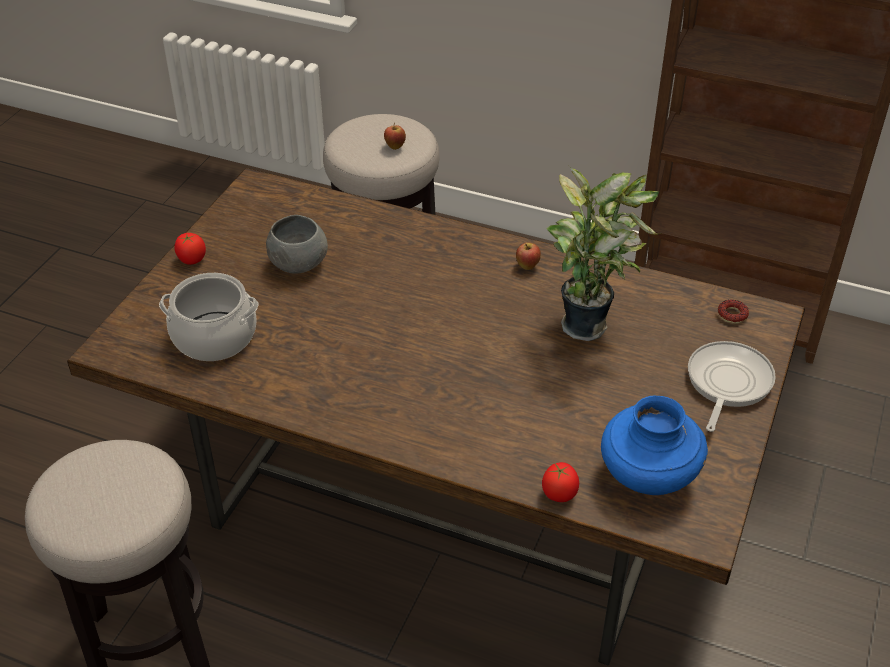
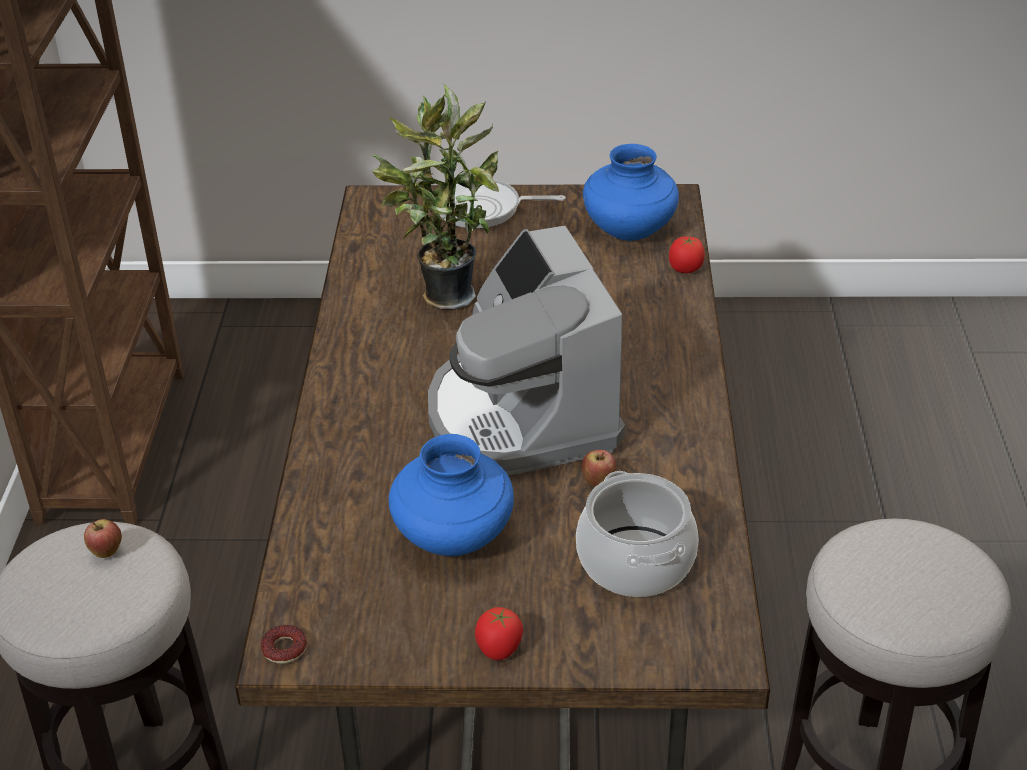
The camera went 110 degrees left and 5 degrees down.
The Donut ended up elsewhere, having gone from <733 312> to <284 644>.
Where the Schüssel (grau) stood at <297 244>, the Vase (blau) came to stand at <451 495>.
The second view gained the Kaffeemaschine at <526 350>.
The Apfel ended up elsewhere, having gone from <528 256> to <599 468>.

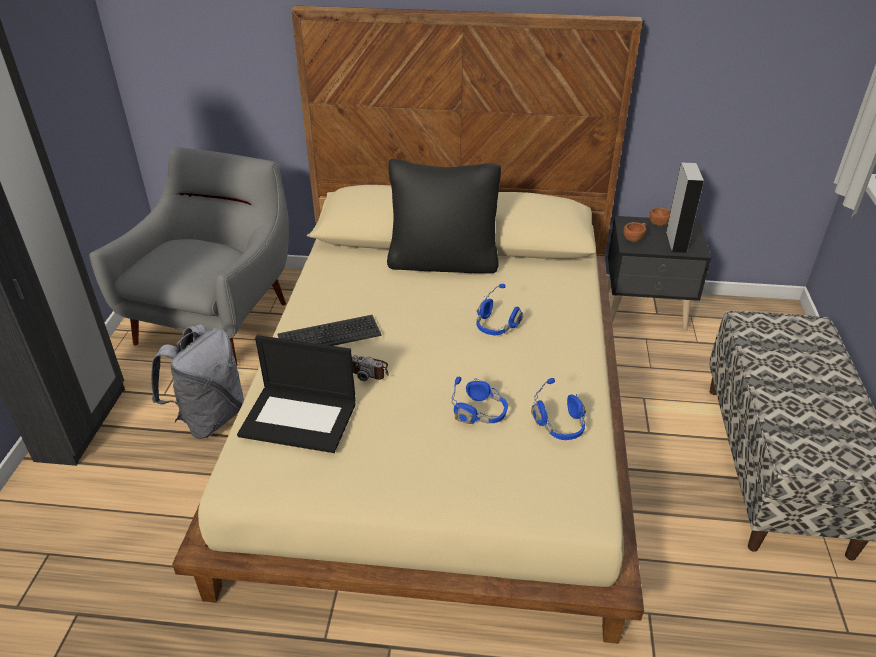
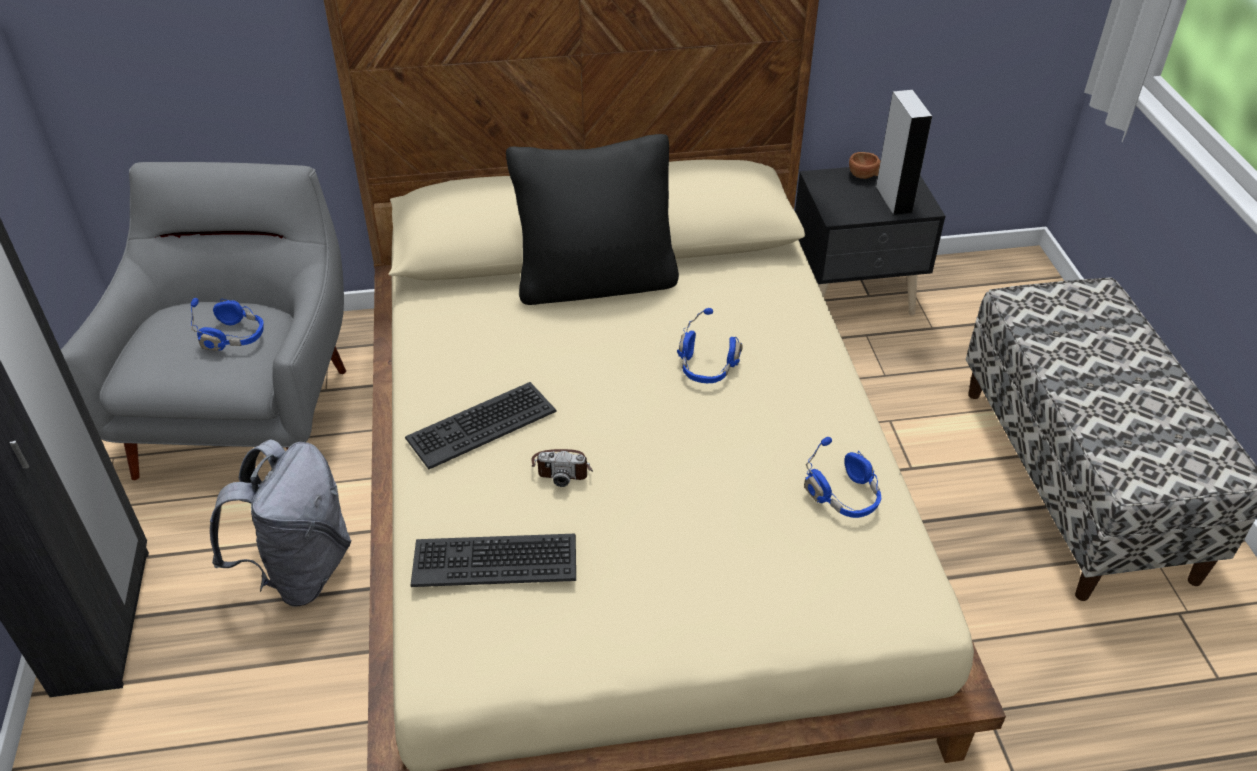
The camera went 15 degrees left and 5 degrees up.
The Kopfhörer (blau) ended up elsewhere, having gone from <479 400> to <227 324>.
Where the Laptop stood at <296 394>, the Tastatur came to stand at <493 560>.
The second view lost the Tasse (braun) at <634 232>.

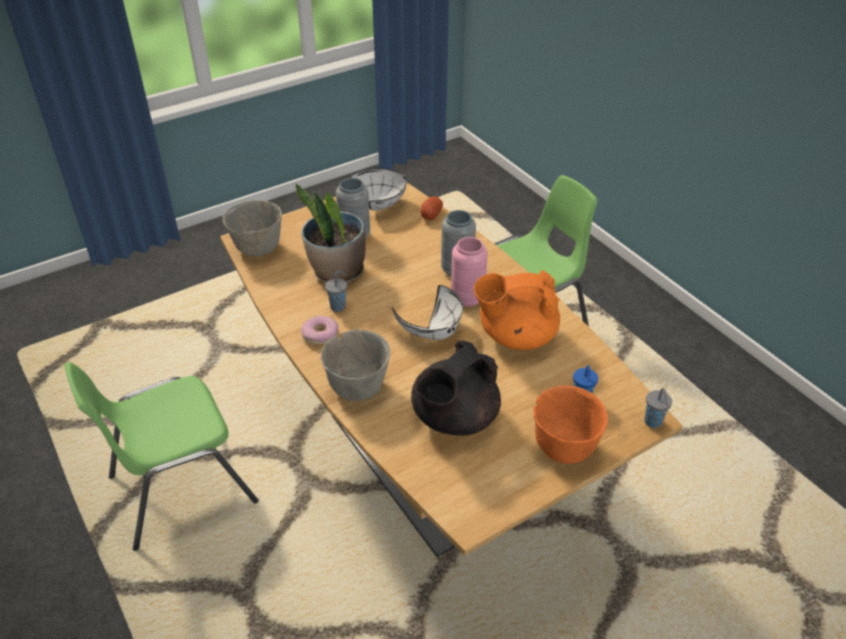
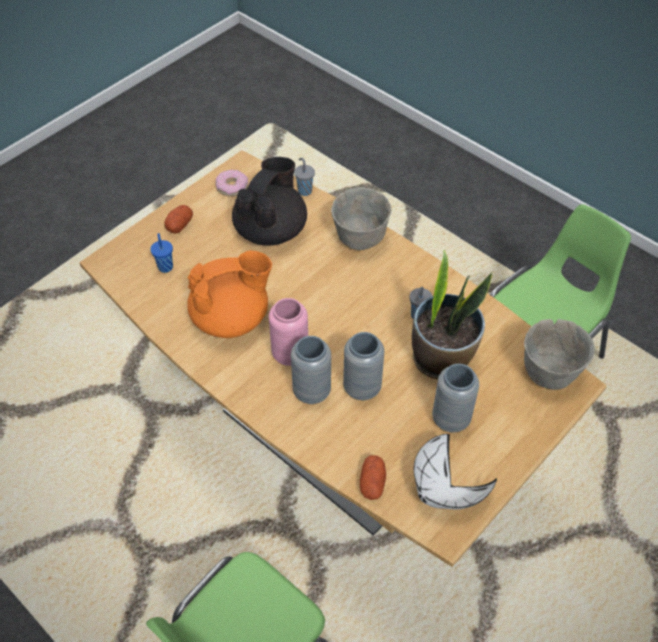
The camera went 165 degrees right and 10 degrees up.
Where the Schüssel (orange) stood at <570 425>, the Kartoffel came to stand at <178 219>.
The Donut ended up elsewhere, having gone from <320 331> to <232 183>.
The Tasse (grau) ended up elsewhere, having gone from <658 408> to <304 177>.
The second view gained the Vase (grau) at <363 366>.
The second view lost the Schüssel (weiß) at <427 312>.

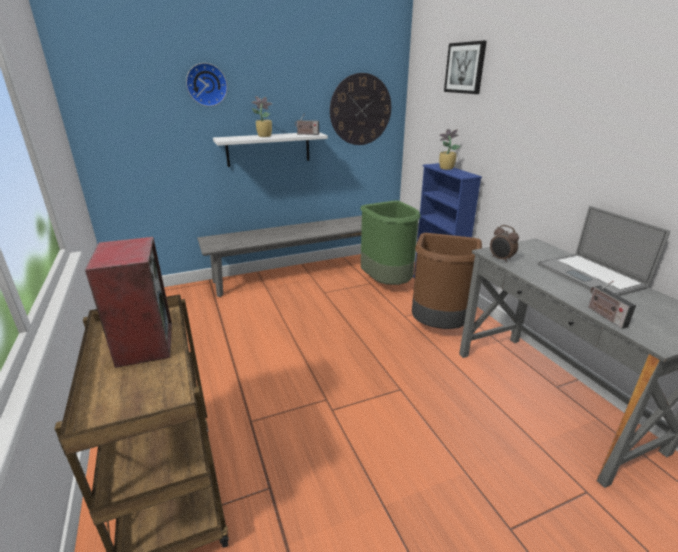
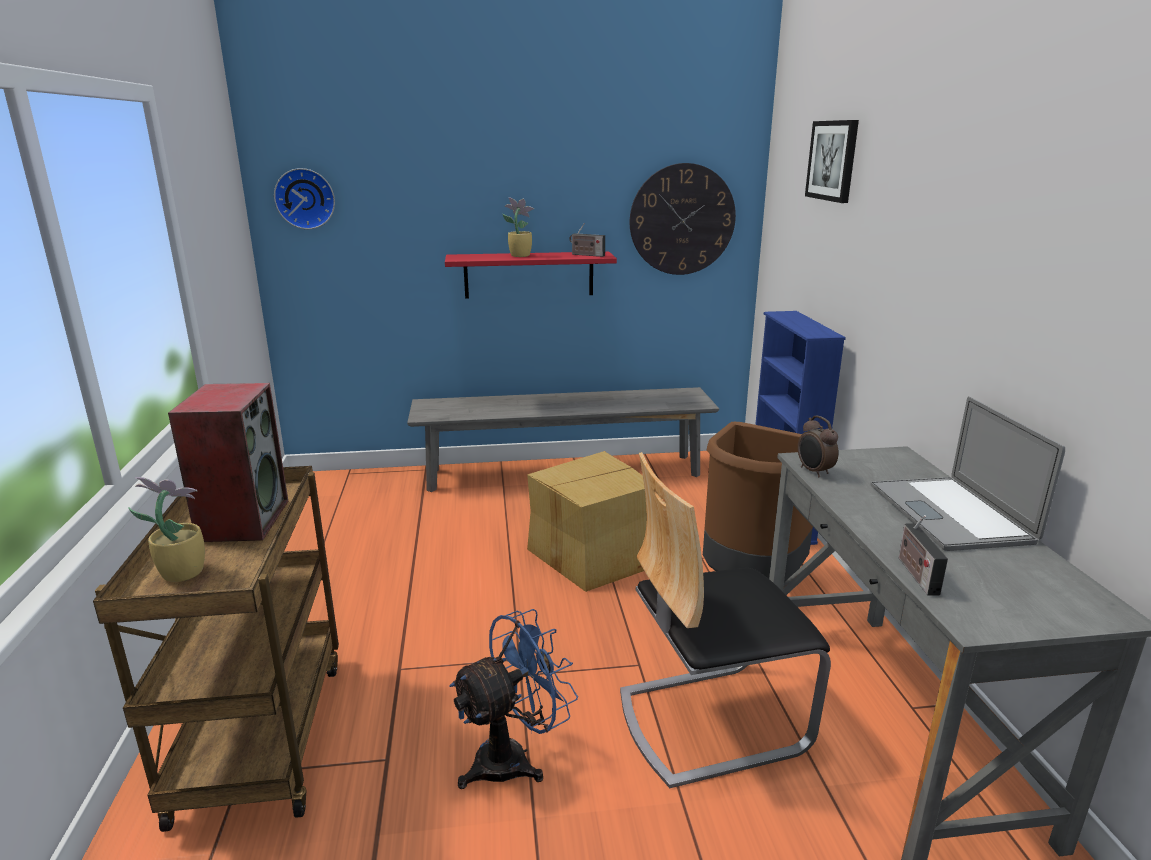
The camera went 15 degrees right and 5 degrees down.
The Topfpflanze ended up elsewhere, having gone from <450 149> to <166 529>.
The Wanduhr ended up elsewhere, having gone from <207 85> to <304 198>.
What was the Wandregal (weiß) at <270 149> turned into the Wandregal (rot) at <531 275>.
The second view gained the Ventilator (blau) at <513 699>.
The second view gained the Karton at <587 521>.
The second view gained the Stuhl at <725 620>.
The second view lost the Mülleimer (grün) at <390 242>.

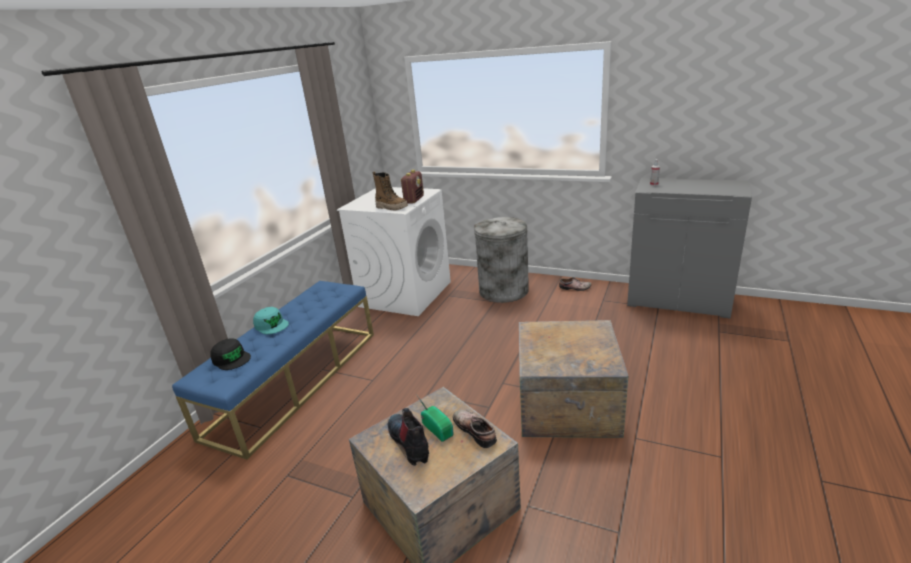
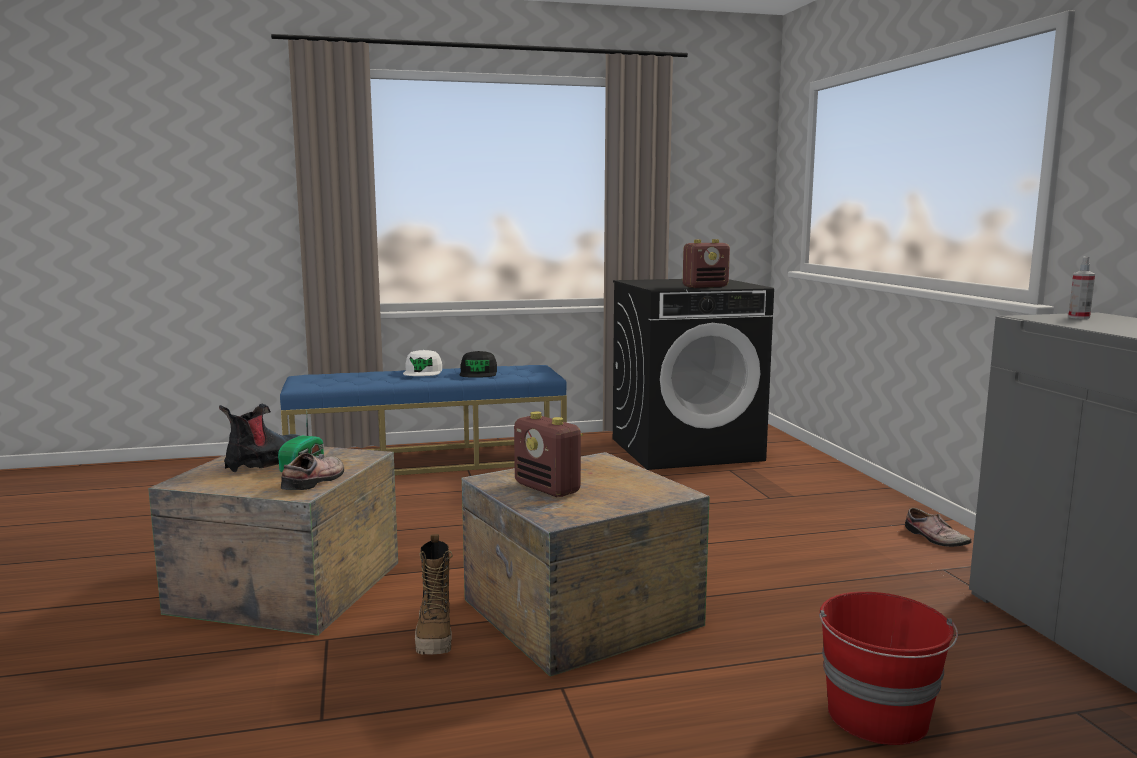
The camera went 50 degrees right and 15 degrees down.
What was the Kappe (türkis) at <271 320> turned into the Kappe (weiß) at <422 363>.
The Stiefel ended up elsewhere, having gone from <390 190> to <434 594>.
The Kappe (schwarz) ended up elsewhere, having gone from <230 354> to <478 364>.
The second view gained the Radio at <548 454>.
What was the Waschmaschine (weiß) at <394 251> turned into the Waschmaschine (schwarz) at <693 374>.
The second view gained the Eimer (rot) at <888 668>.
The second view lost the Mülleimer (grau) at <501 260>.

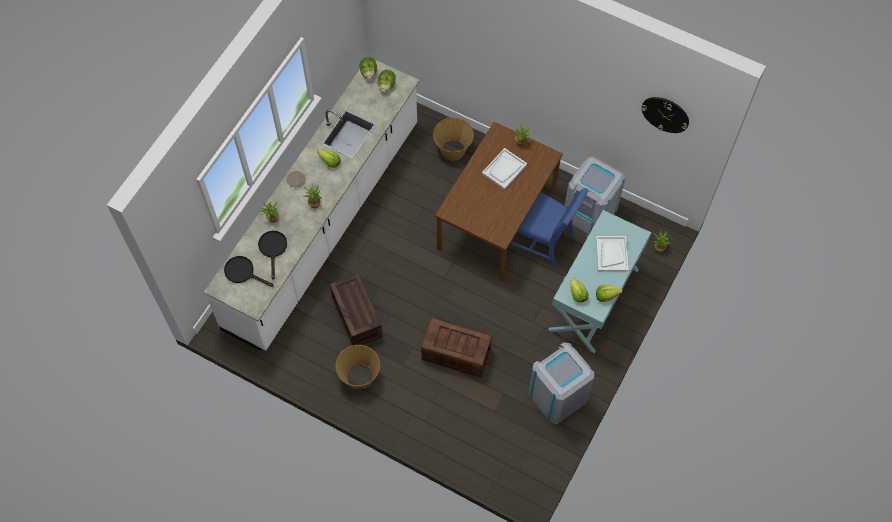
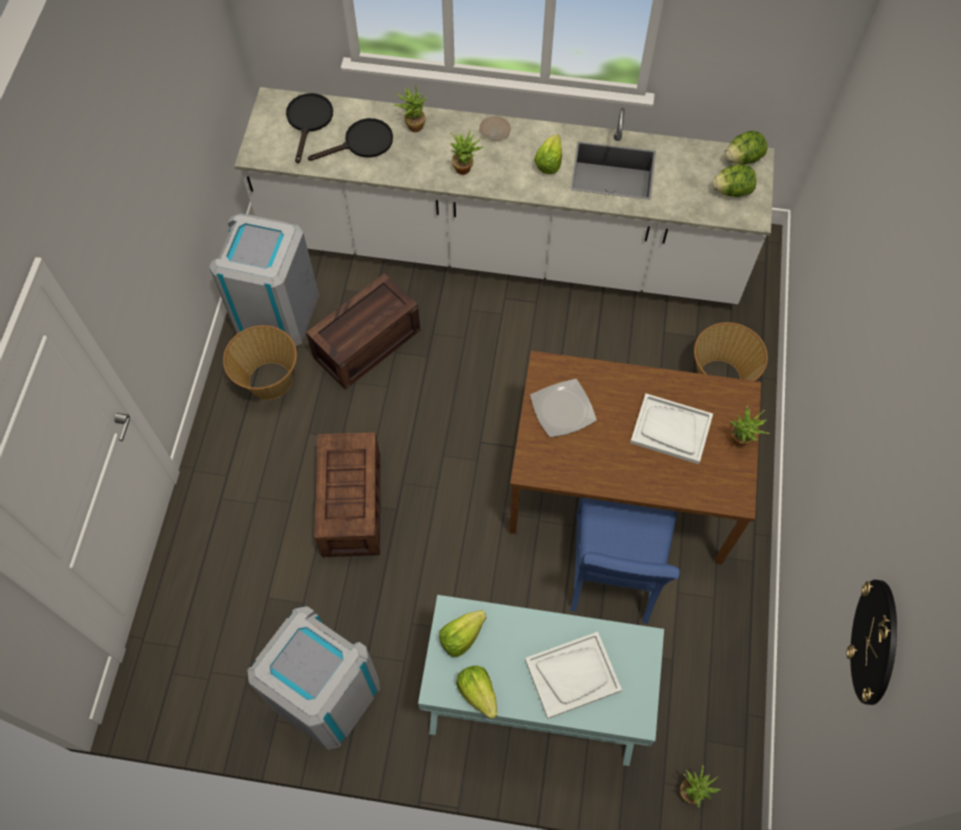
The camera went 70 degrees right and 0 degrees up.
The Mülleimer (grau) ended up elsewhere, having gone from <595 195> to <264 279>.
The second view gained the Teller at <563 408>.

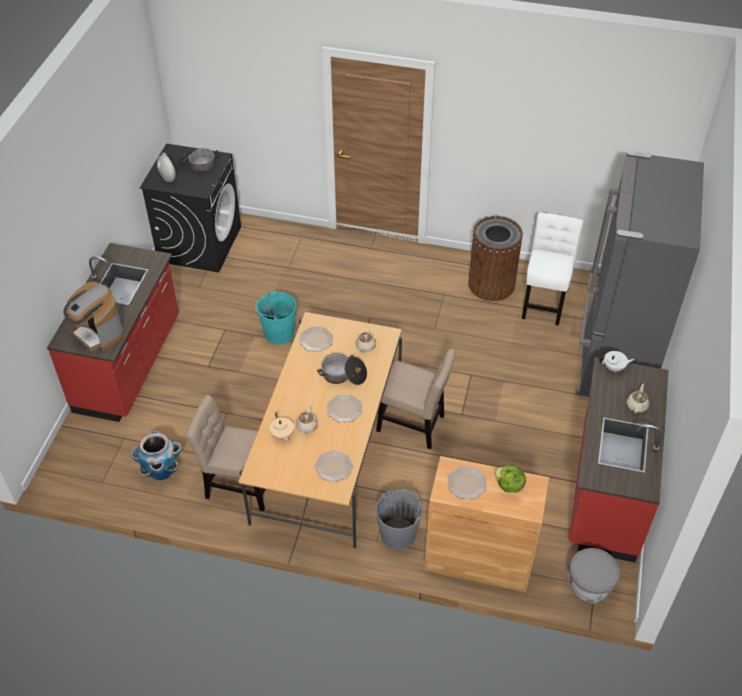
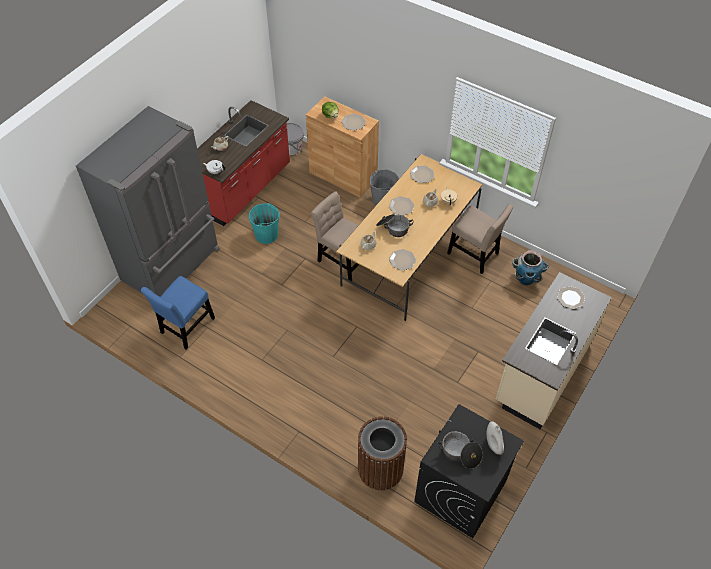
The camera went 160 degrees left and 5 degrees up.
What was the Stuhl (weiß) at <553 269> turned into the Stuhl (blau) at <178 313>.
The Eimer (türkis) ended up elsewhere, having gone from <275 318> to <264 223>.
The Mülleimer (braun) ended up elsewhere, having gone from <495 258> to <382 453>.
What was the Küchenzeile (rot) at <113 332> turned into the Küchenzeile (beige) at <554 350>.
Where the Kaffeemaschine stood at <93 316>, the Teller came to stand at <571 297>.

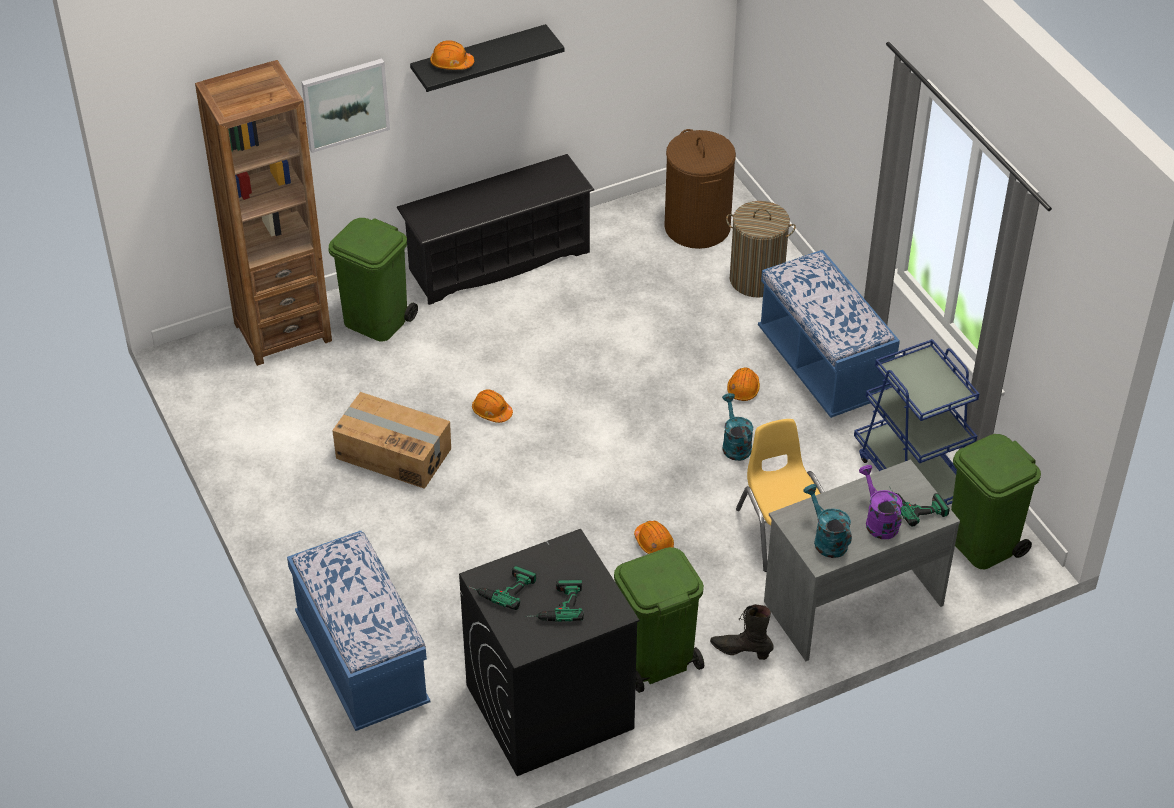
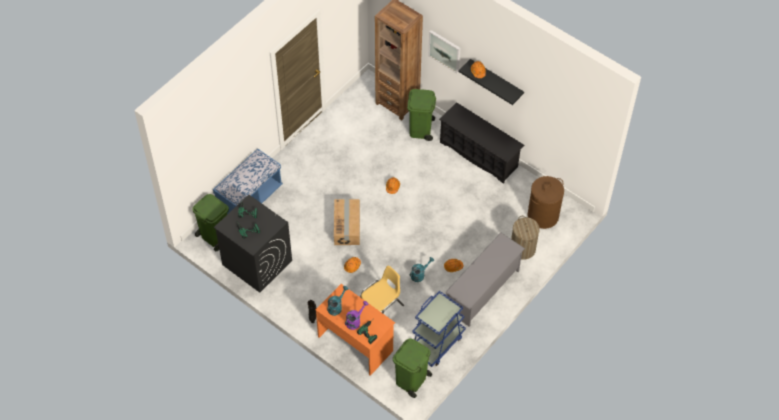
The camera went 65 degrees right and 10 degrees up.
The Mülleimer (grün) ended up elsewhere, having gone from <659 620> to <211 222>.
What was the Schreibtisch (grau) at <862 560> turned into the Schreibtisch (orange) at <355 330>.
The Karton ended up elsewhere, having gone from <391 440> to <347 222>.
Where the Bank (blau) stood at <829 334>, the Schuhregal (grau) came to stand at <485 280>.

